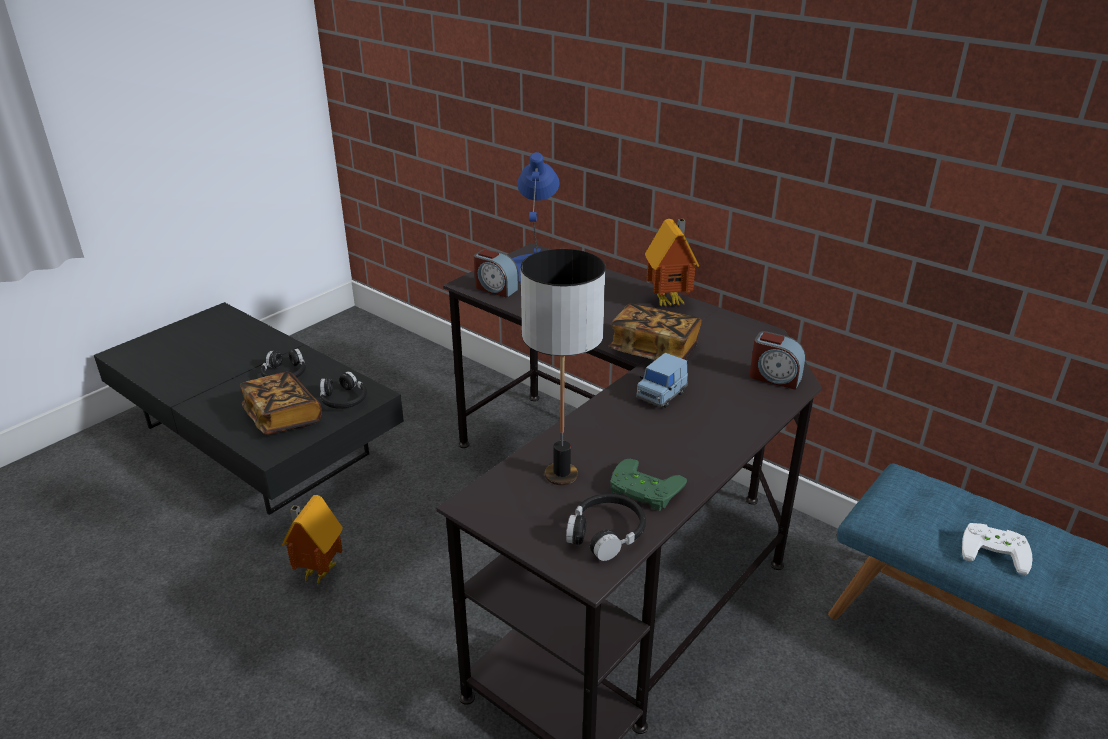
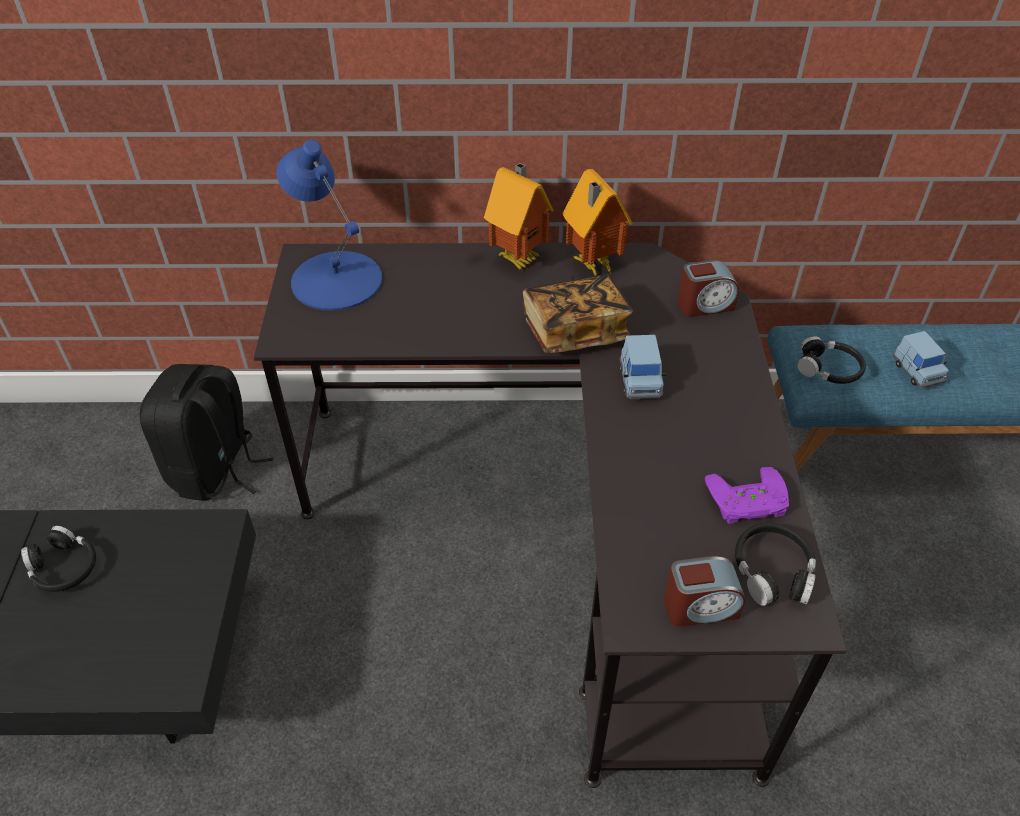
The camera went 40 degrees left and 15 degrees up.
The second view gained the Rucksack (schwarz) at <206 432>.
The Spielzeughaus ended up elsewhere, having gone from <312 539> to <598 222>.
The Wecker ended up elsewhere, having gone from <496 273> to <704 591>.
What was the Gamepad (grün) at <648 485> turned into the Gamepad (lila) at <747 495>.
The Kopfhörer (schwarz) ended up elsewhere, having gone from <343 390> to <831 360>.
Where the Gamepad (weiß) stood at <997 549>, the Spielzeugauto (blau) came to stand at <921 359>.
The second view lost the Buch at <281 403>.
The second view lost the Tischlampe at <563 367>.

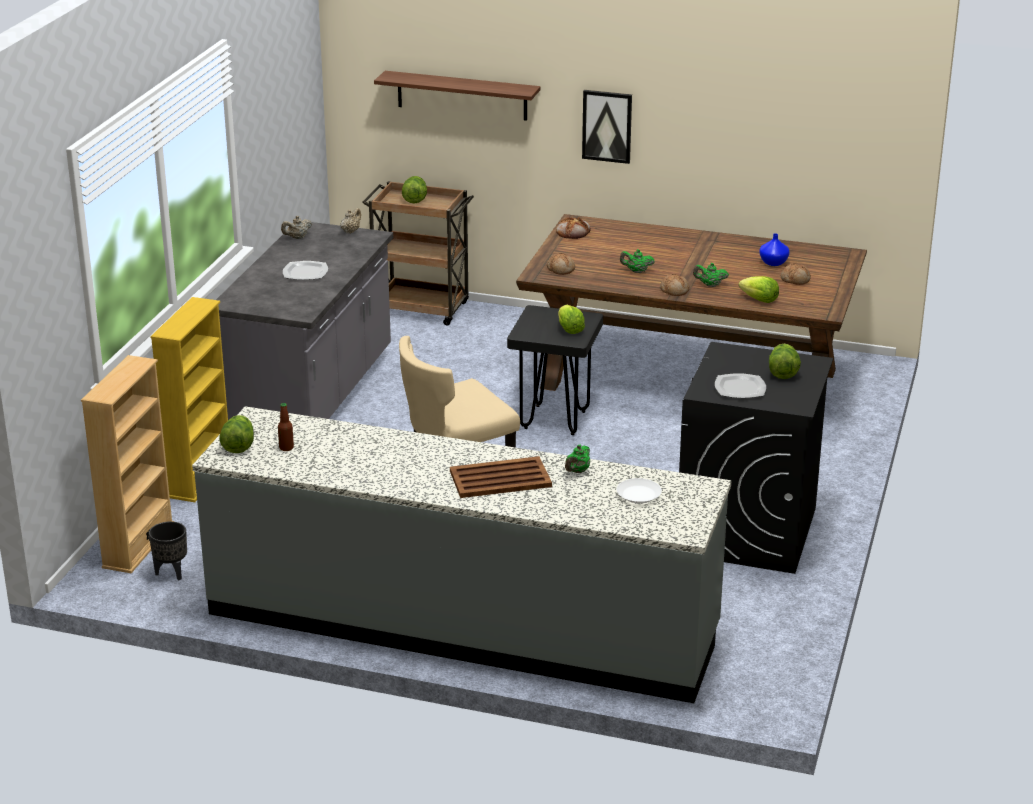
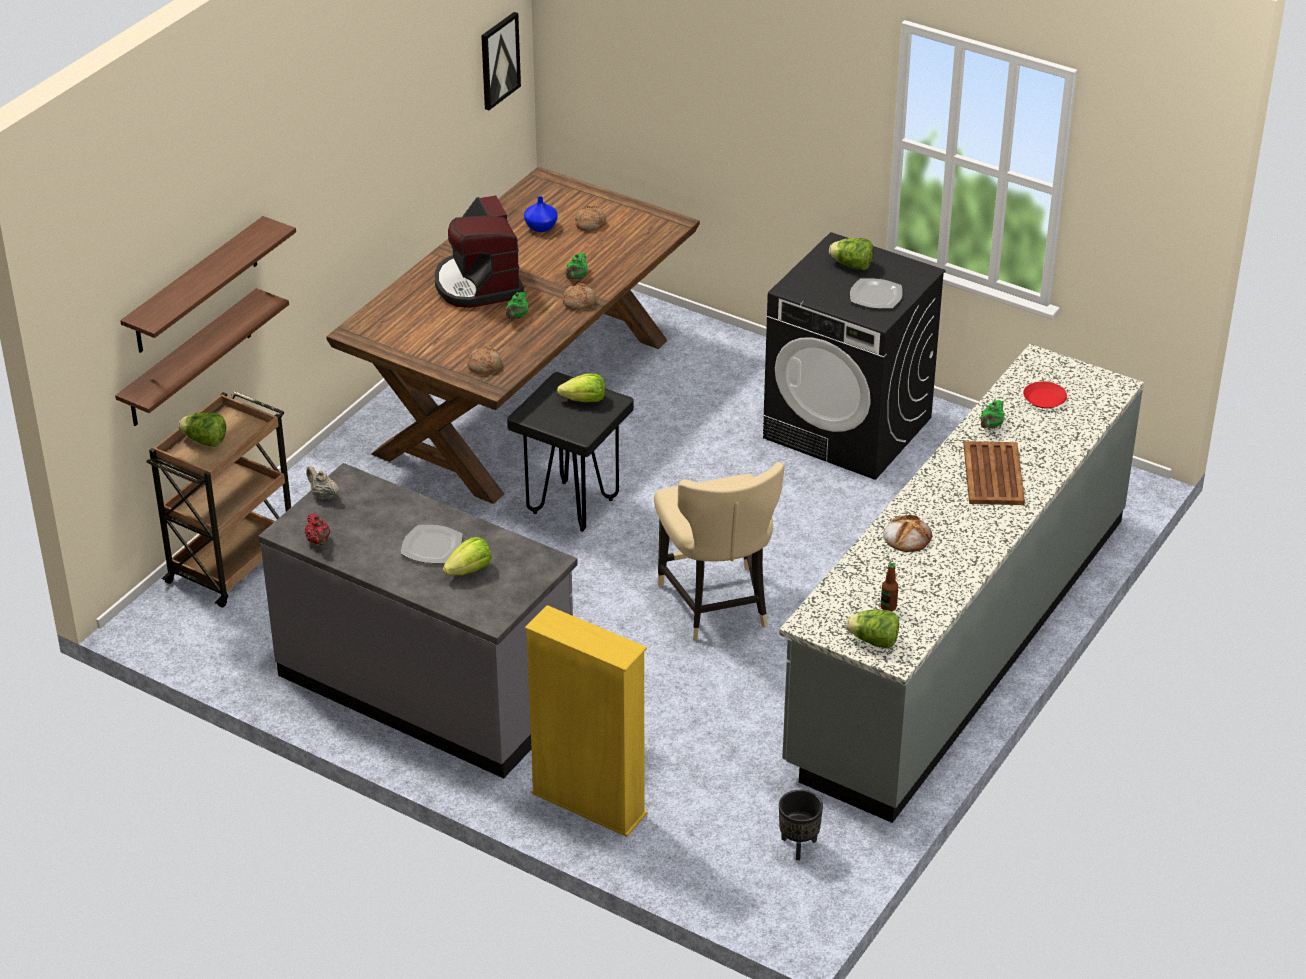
The camera went 75 degrees left and 10 degrees up.
The second view gained the Wandregal at <202 357>.
What was the Teekanne (beige) at <296 227> turned into the Teekanne (rot) at <317 529>.
The second view gained the Kaffeemaschine at <479 251>.
The Salatkopf ended up elsewhere, having gone from <759 289> to <467 556>.
The Bild ended up elsewhere, having gone from <607 127> to <501 61>.
The Brot ended up elsewhere, having gone from <573 228> to <907 533>.
The Teekanne (grün) at <577 458> ended up facing another way, 75 degrees clockwise from before.
What was the Teller (weiß) at <639 490> turned into the Teller (rot) at <1045 395>.
The second view lost the Bücherregal (beige) at <128 464>.

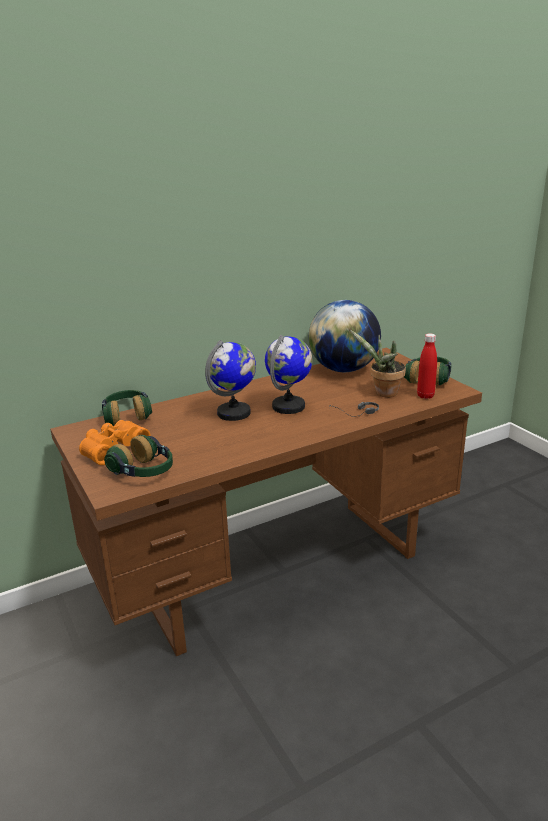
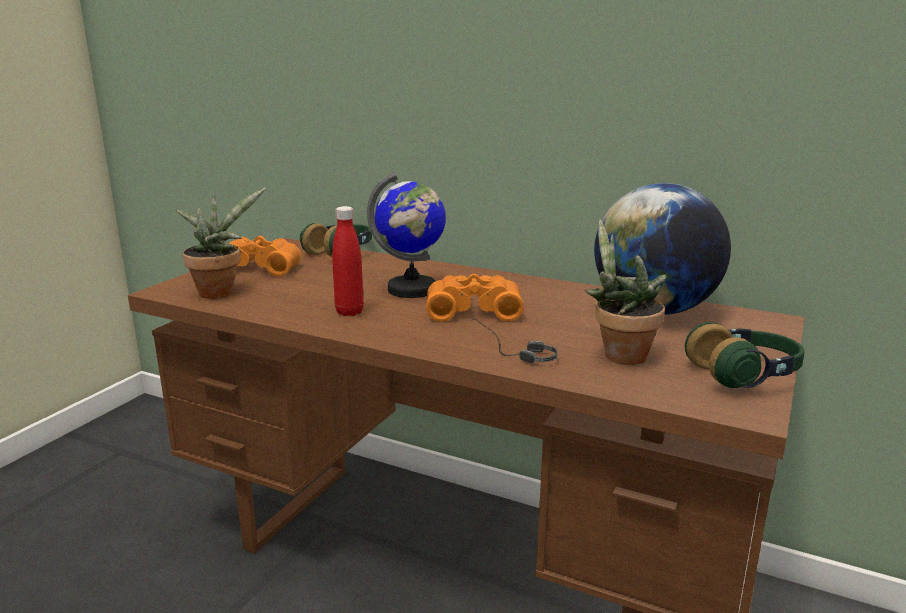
The camera went 55 degrees right and 5 degrees down.
Where the Kopfhörer stood at <138 456>, the Topfpflanze came to stand at <220 243>.
The Flasche (rot) ended up elsewhere, having gone from <427 366> to <348 261>.
Where the Globus stood at <288 374>, the Fernglas (orange) came to stand at <475 298>.

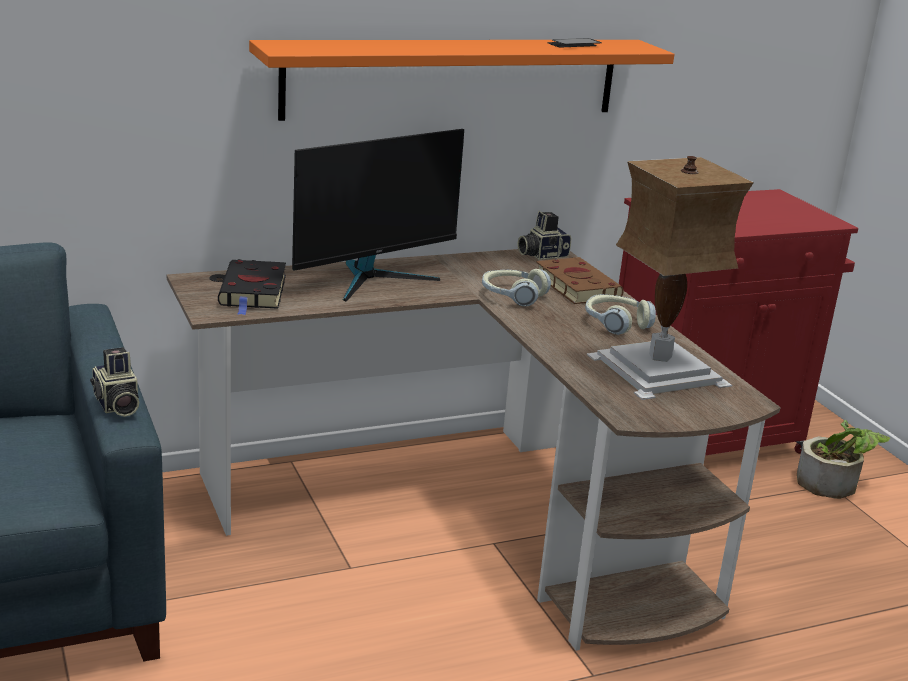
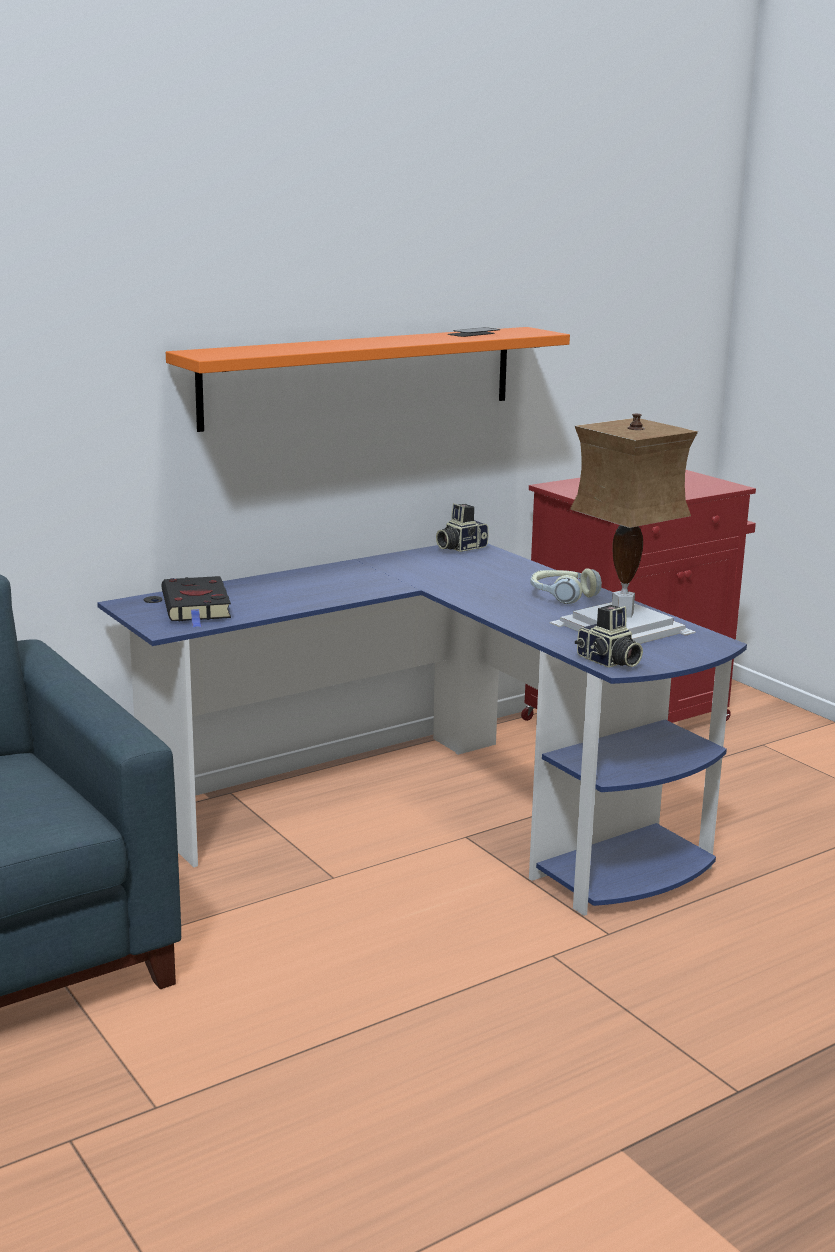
The camera went 10 degrees left and 5 degrees down.
What was the Schreibtisch (braun) at <474 450> turned into the Schreibtisch (blau) at <422 730>.
The Kamera ended up elsewhere, having gone from <114 382> to <609 636>.
The second view lost the Monitor at <378 215>.
The second view lost the Kopfhörer at <516 287>.
The second view lost the Buch (braun) at <580 280>.
The second view lost the Topfpflanze at <843 459>.

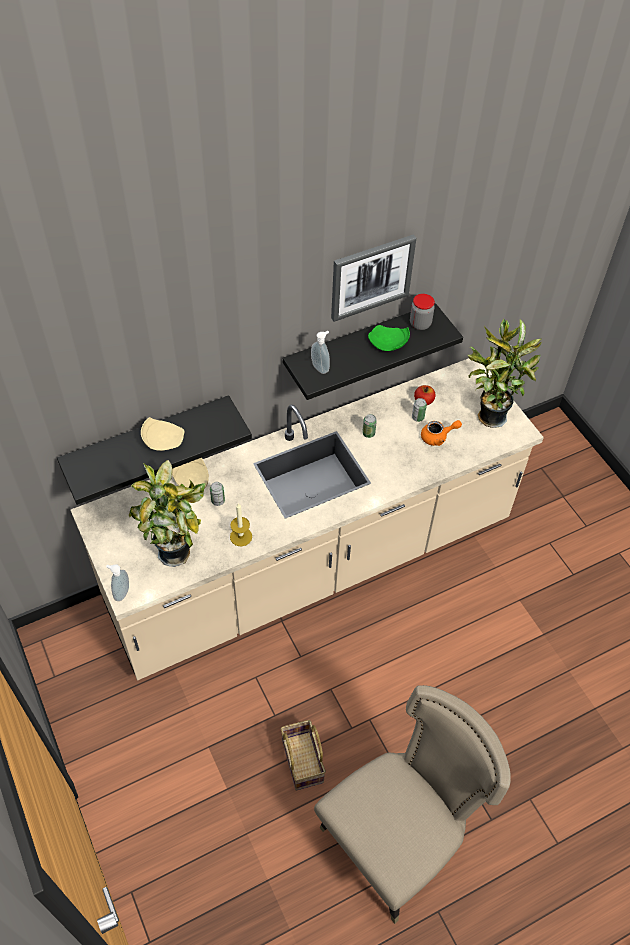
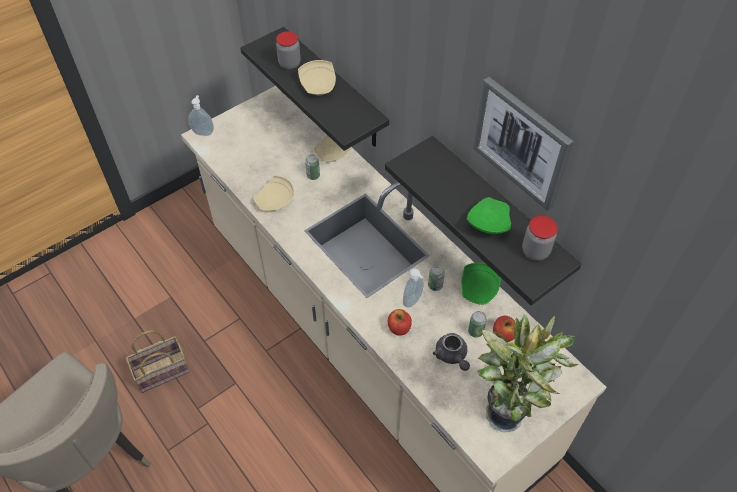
The camera went 80 degrees right and 0 degrees up.
Where the Kerze stood at <241 524>, the Teller (beige) came to stand at <273 193>.
The second view gained the Vorratsglas at <288 50>.
The second view gained the Apfel at <400 322>.
The Seifenspender ended up elsewhere, having gone from <320 352> to <413 288>.
What was the Teekanne (orange) at <441 433> turned into the Teekanne (grau) at <451 352>.
The second view gained the Teller (grün) at <481 284>.
The second view lost the Topfpflanze at <167 513>.

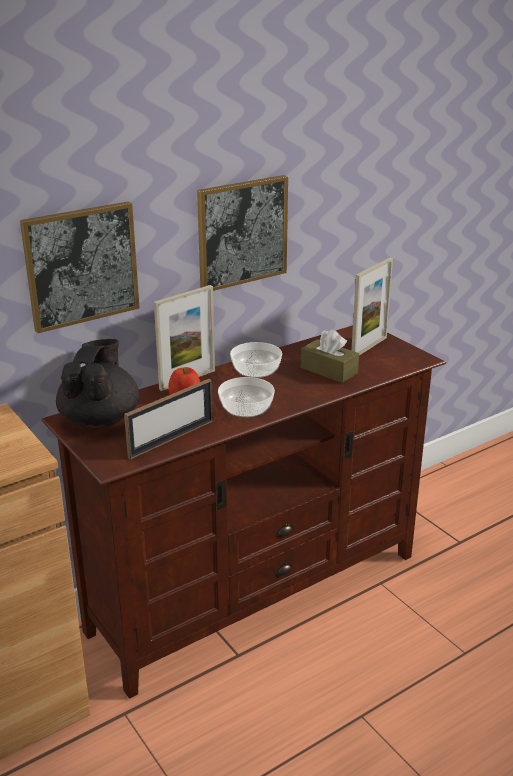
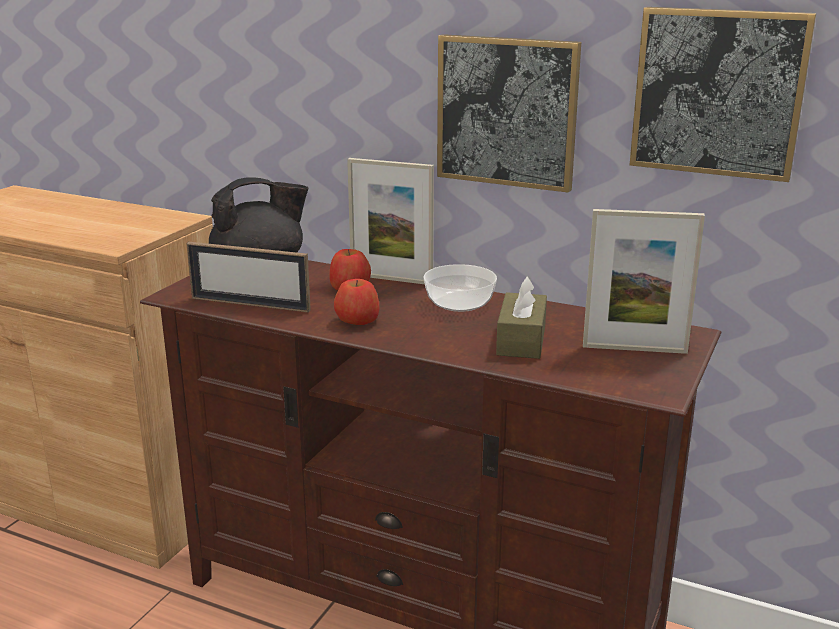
The camera went 60 degrees right and 5 degrees down.
Where the Schüssel stood at <246 397>, the Apfel came to stand at <357 302>.
The Bild ended up elsewhere, having gone from <80 267> to <723 94>.

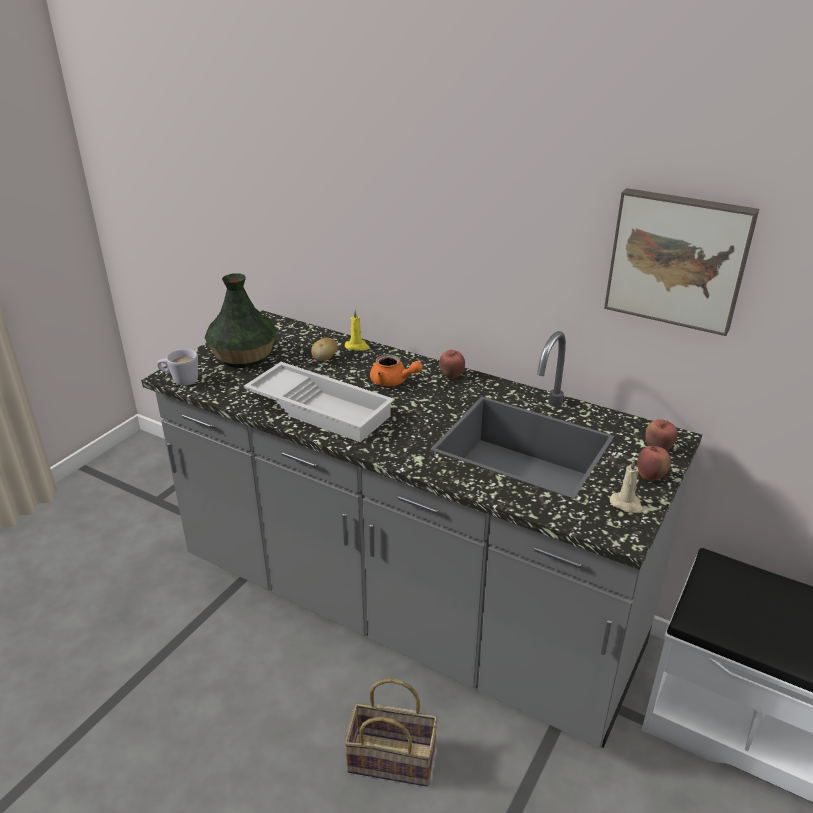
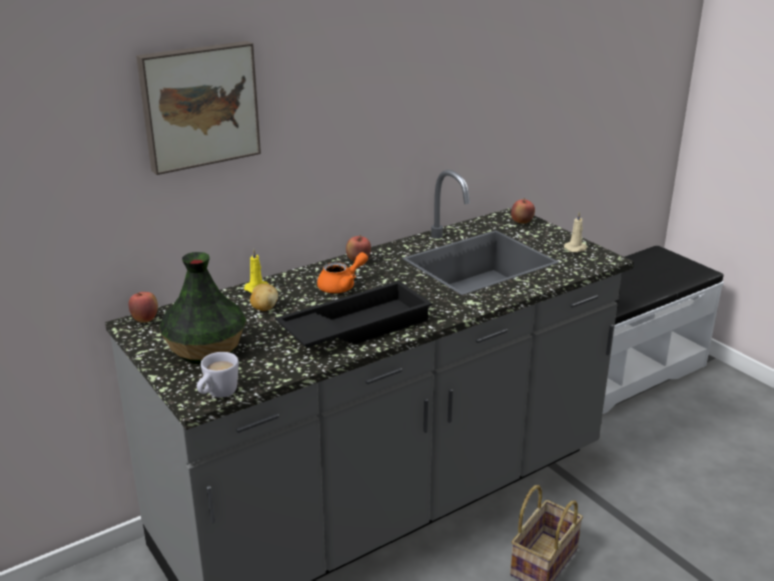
The camera went 65 degrees left and 5 degrees down.
The Apfel ended up elsewhere, having gone from <654 463> to <143 307>.
The Bild ended up elsewhere, having gone from <681 262> to <198 108>.
What was the Tablett (weiß) at <319 402> turned into the Tablett (schwarz) at <354 314>.

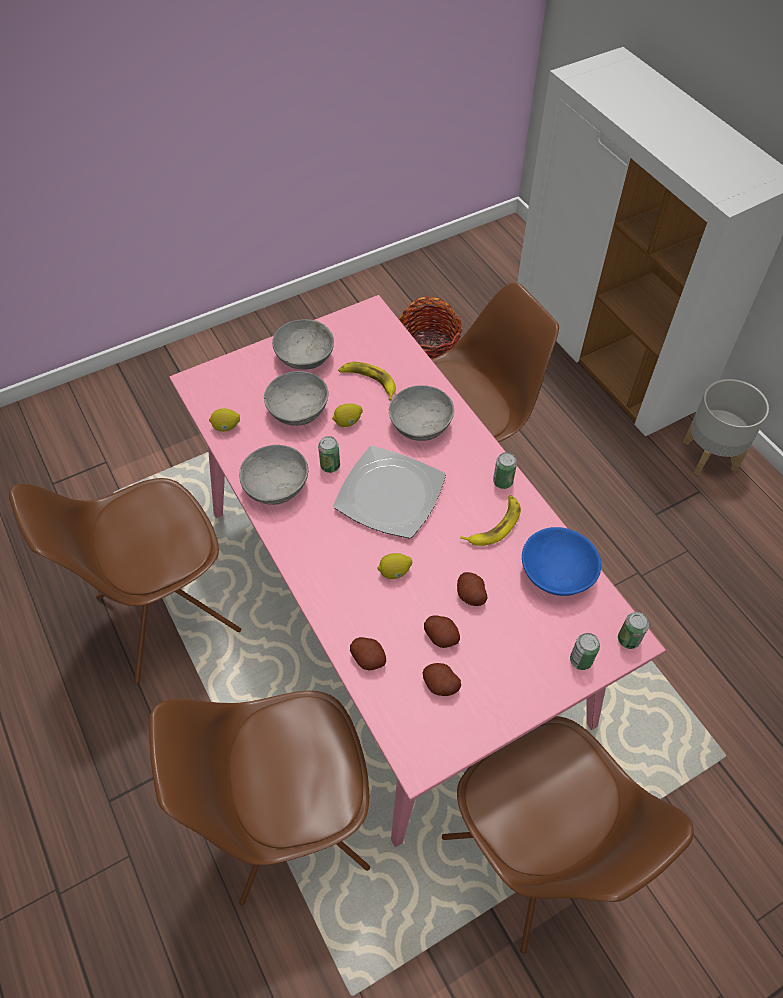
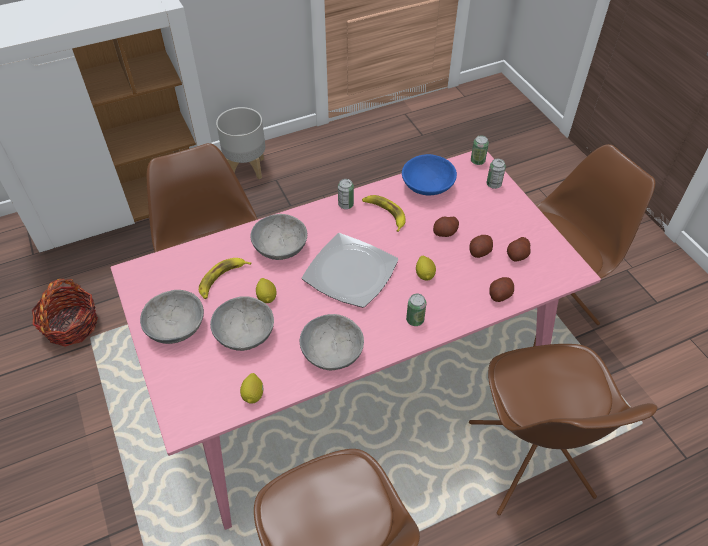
The camera went 85 degrees left and 5 degrees down.
The Dose ended up elsewhere, having gone from <329 454> to <416 310>.

